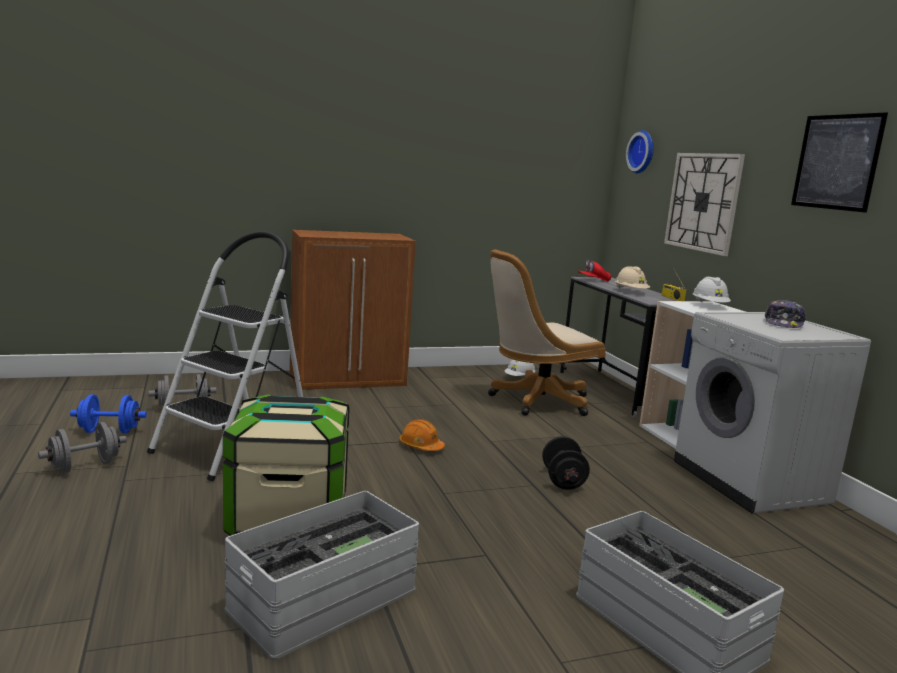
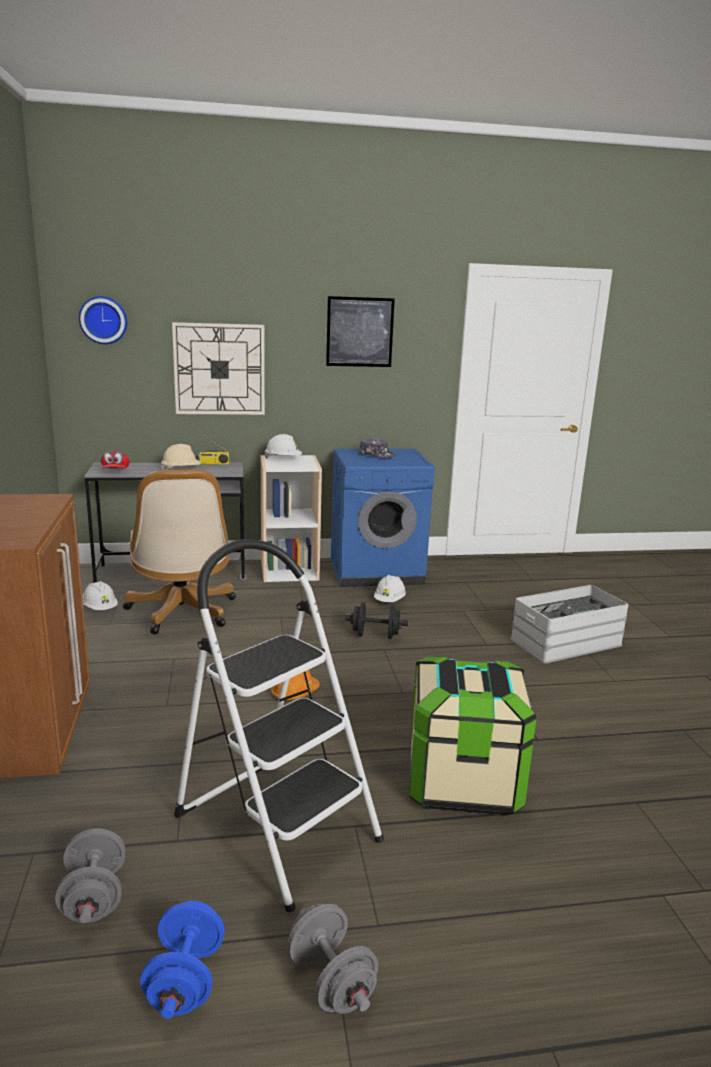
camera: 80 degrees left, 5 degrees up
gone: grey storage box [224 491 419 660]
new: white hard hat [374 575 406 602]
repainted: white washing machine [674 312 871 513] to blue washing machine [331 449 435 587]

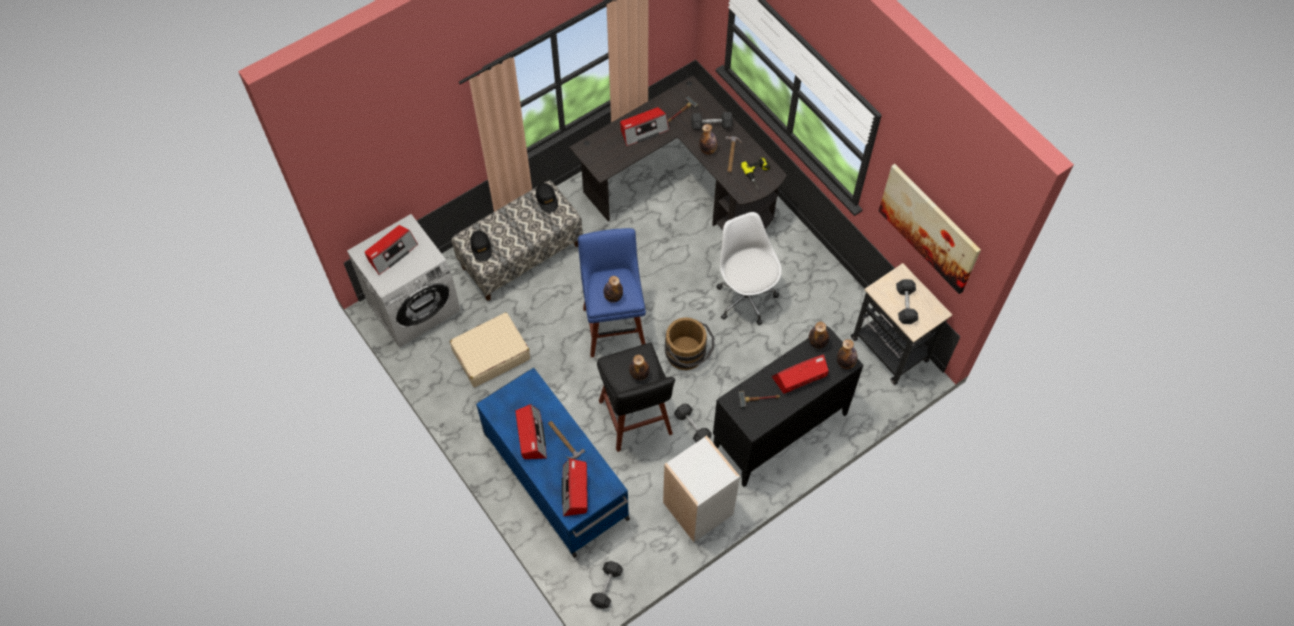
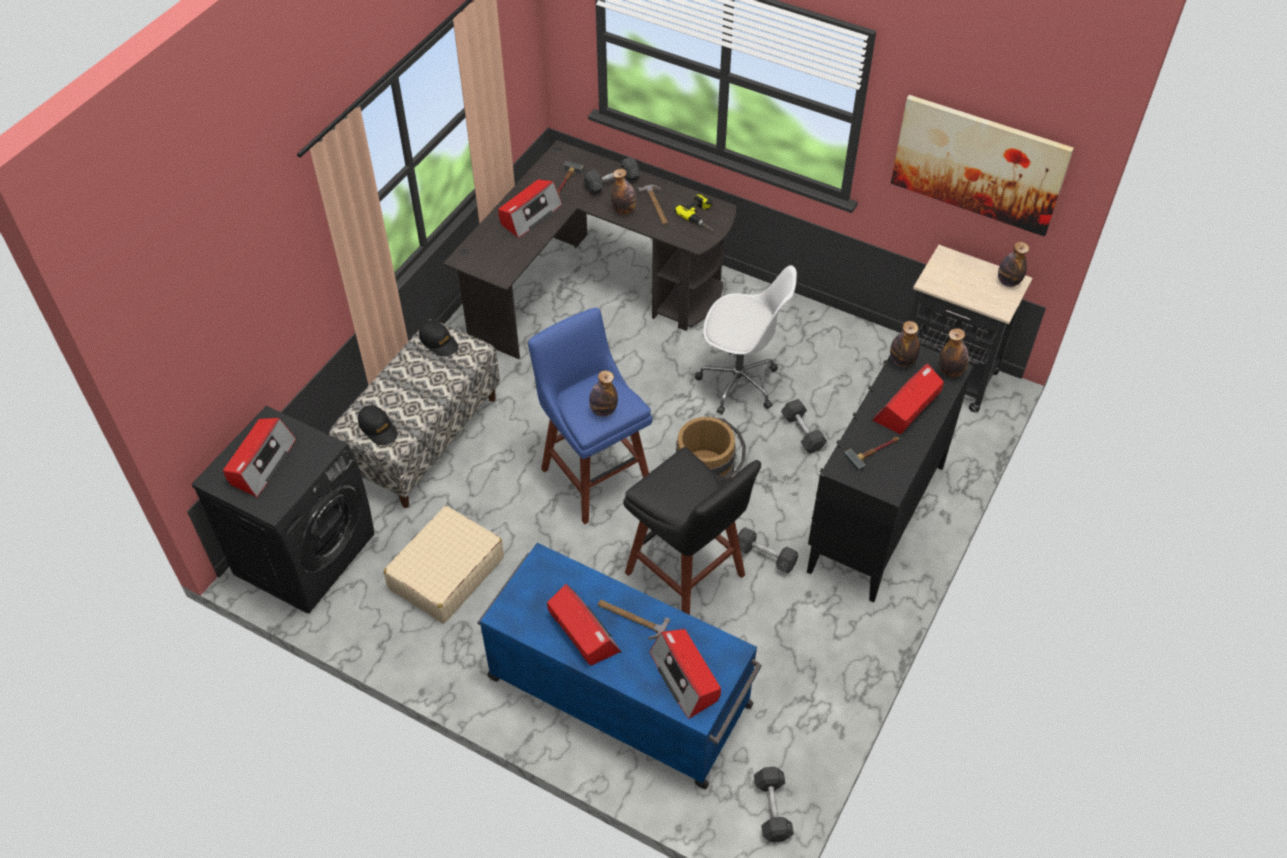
camera: 25 degrees left, 10 degrees down
gone: bookcase [663 435 740 542]
shifted: grey dumbbell [896 279 918 324] to [781 399 827 454]; bottle [629 355 650 380] to [998 242 1029 287]
repainted: white washing machine [347 214 460 348] to black washing machine [192 406 374 613]
rotated: white office chair [716 212 782 325] = [694 265 797 414] 150 degrees clockwise

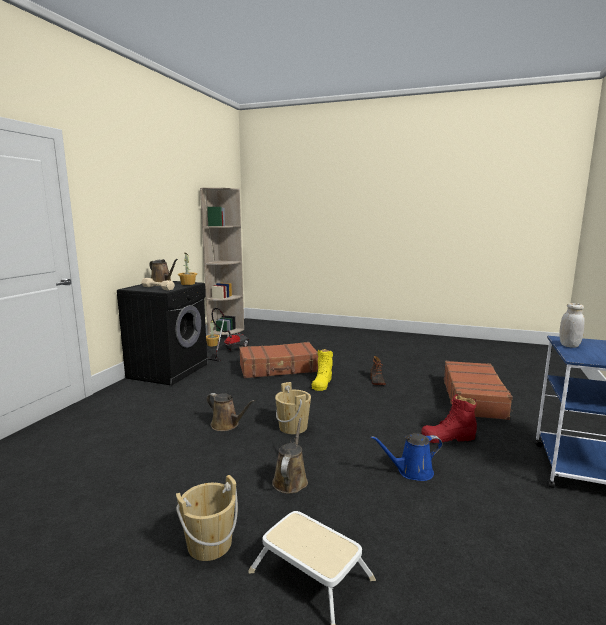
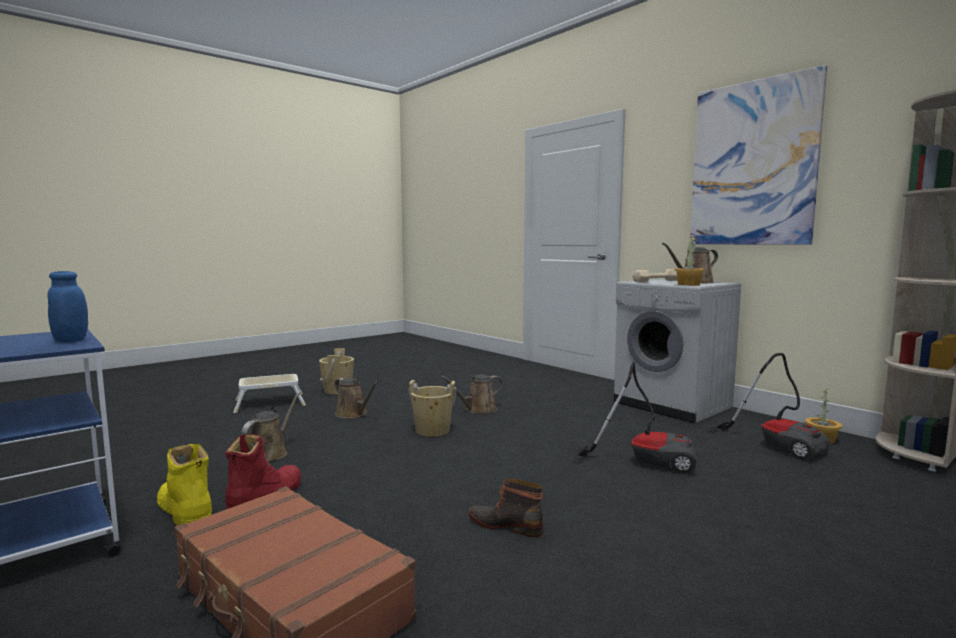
camera: 120 degrees right, 5 degrees down
new: picture [690 65 827 245]
shifted: yellow boot [312 349 333 391] to [157 444 212 525]
swapped: brown suitcase [239 342 318 378] to vacuum cleaner [573 361 696 474]
repainted: white jar [559 303 585 348] to blue jar [47 271 88 342]; blue watering can [371 433 442 481] to brown watering can [242 392 301 462]; black washing machine [117 281 207 386] to white washing machine [614 279 741 424]

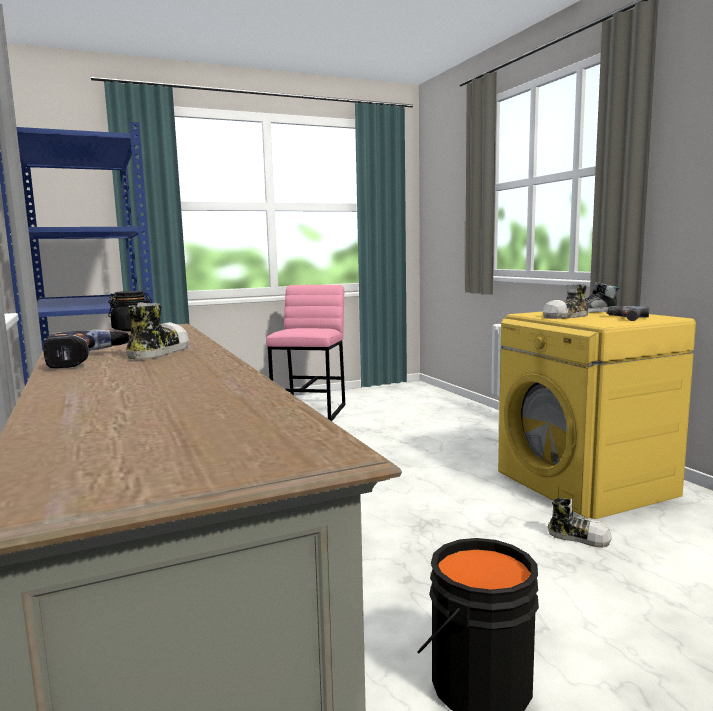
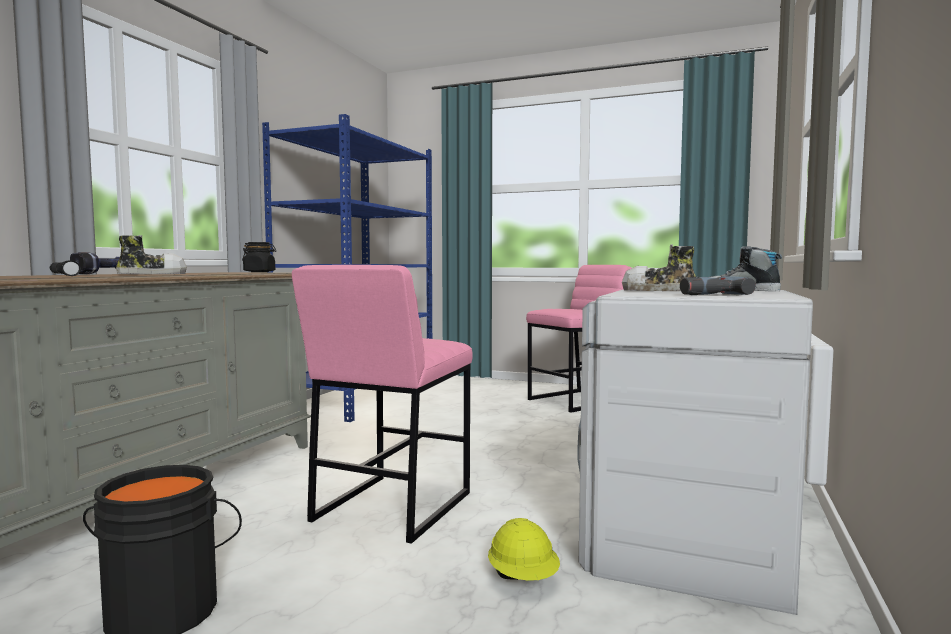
camera: 45 degrees right, 5 degrees down
new: black flashlight [50 260 81 276]; pink stool [292 265 473 544]
swapped: shoe [548 498 612 548] to yellow hard hat [488 518 560 581]
repainted: yellow washing machine [498 312 696 519] to white washing machine [577 289 813 615]

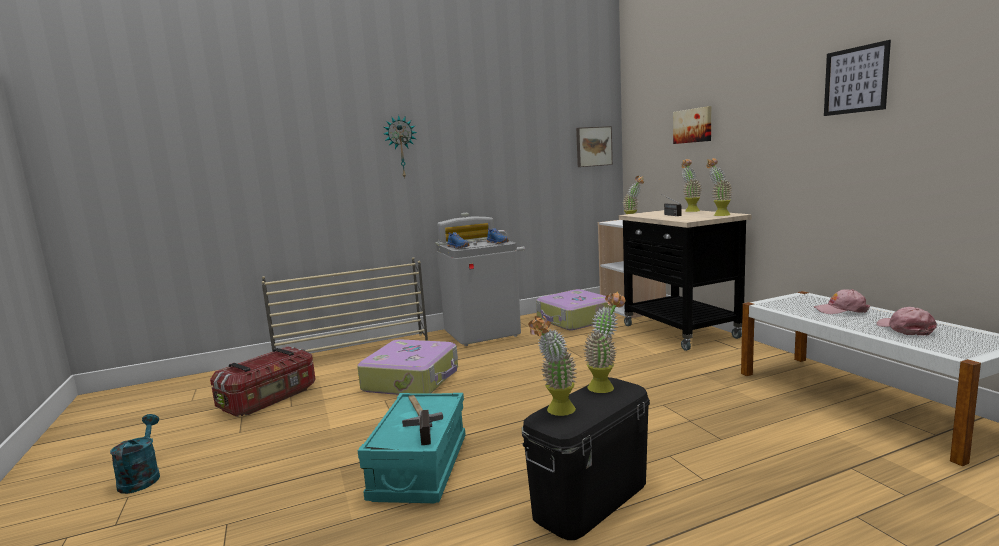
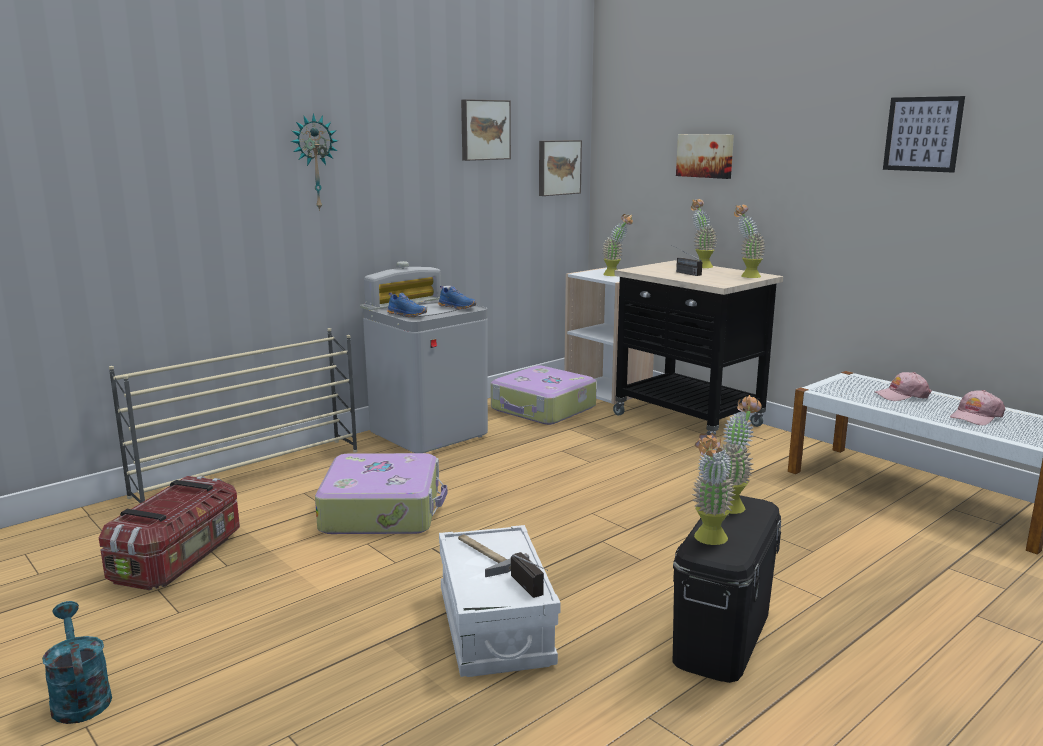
camera: 20 degrees left, 5 degrees up
new: picture [461 99 511 161]
repainted: turquoise storage box [358 393 466 503] to white storage box [439 525 561 677]
rotated: pink cap [876 307 937 336] = [950 390 1005 426] 105 degrees counterclockwise

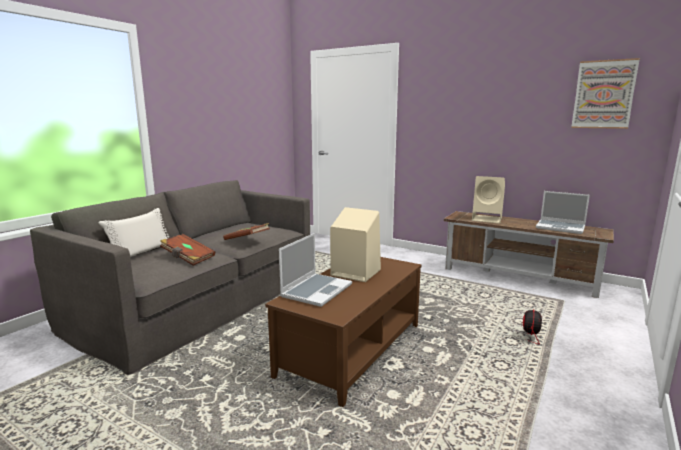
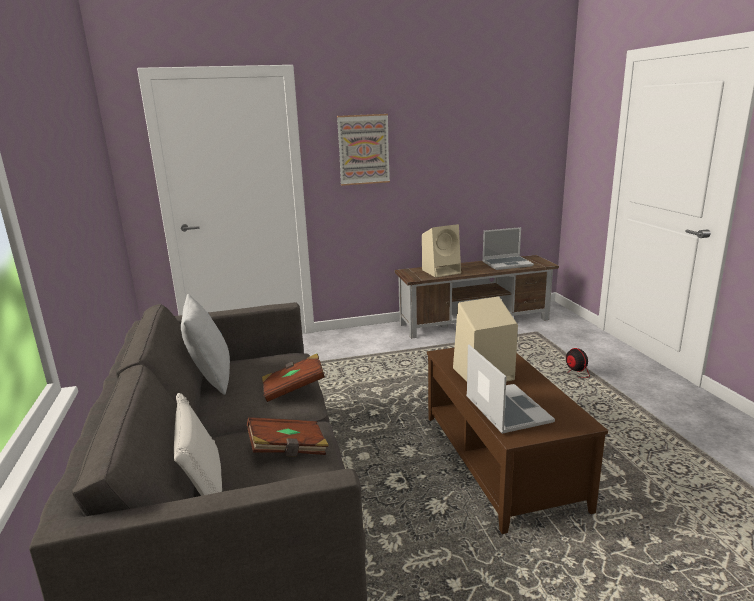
camera: 45 degrees left, 5 degrees up
new: grey pillow [181 294 230 395]
shifted: picture [571 58 640 129] to [337 114 390 186]

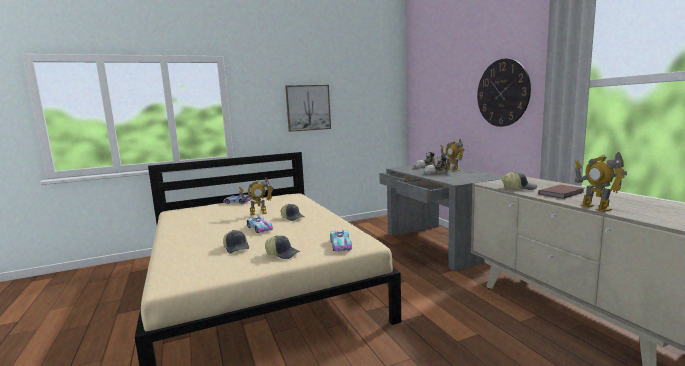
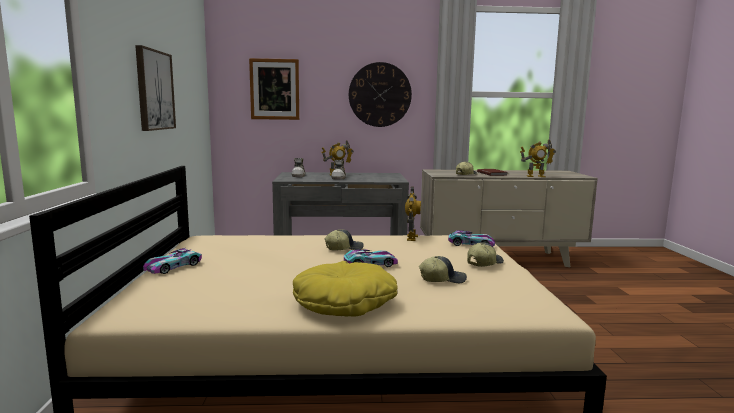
camera: 70 degrees left, 0 degrees up
new: picture [249 58 299 120]; yellow pillow [293 261 398 317]
shifted: toy robot [239 178 274 215] to [405 187 421 241]

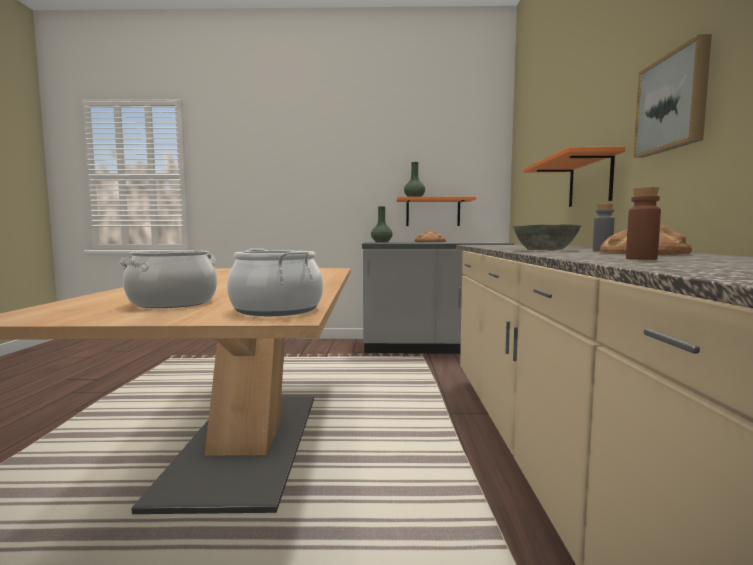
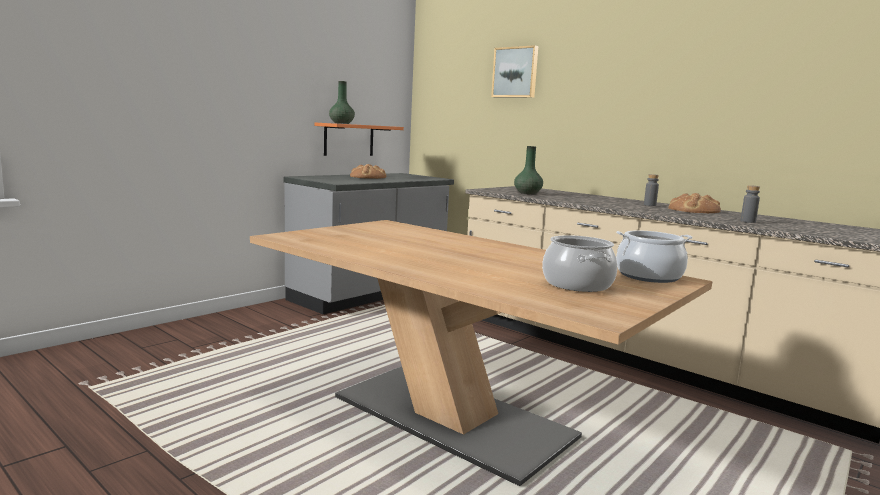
camera: 50 degrees left, 5 degrees up
gone: grey bowl [512 224 581 251]; orange shelf [523 147 625 207]
shifted: picture [633 34 712 158] to [491 45 538 98]; green vase [371 206 393 242] to [514 146 543 194]
repainted: brown bottle [626 187 661 260] to grey bottle [741 185 760 223]

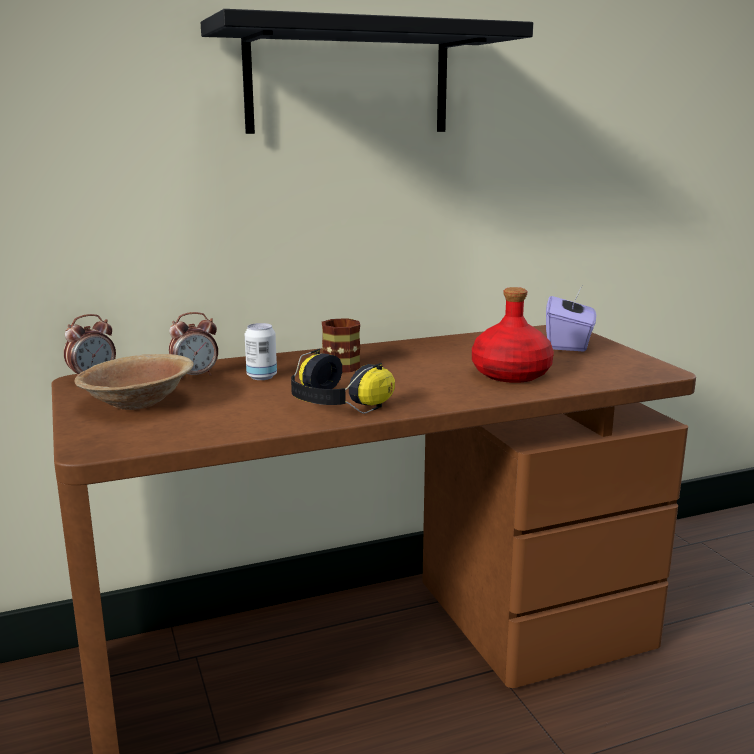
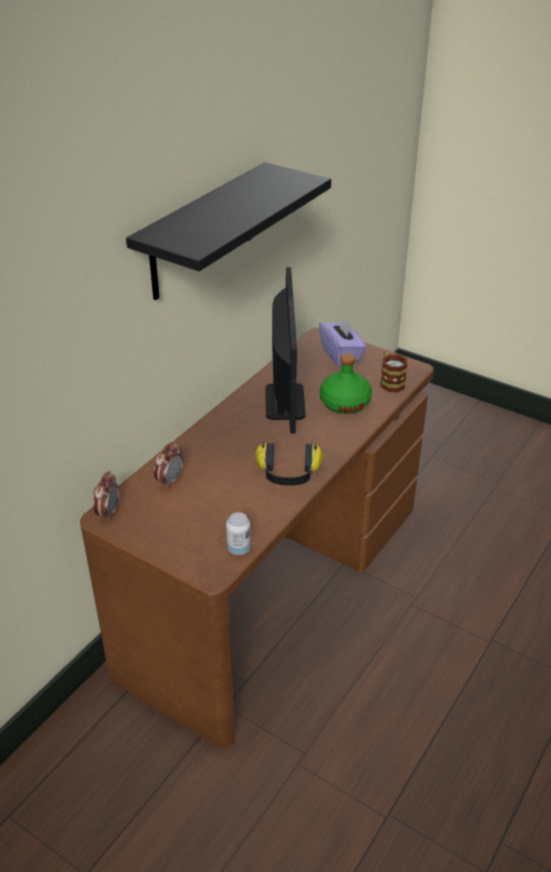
camera: 35 degrees left, 20 degrees up
gone: brown bowl [74 354 194 410]
new: monitor [265 267 306 434]
shifted: can [245 323 277 380] to [226 512 251 555]; mug [322 318 360 373] to [381 351 408 392]
repainted: red bottle [472 287 554 383] to green bottle [320 353 372 414]

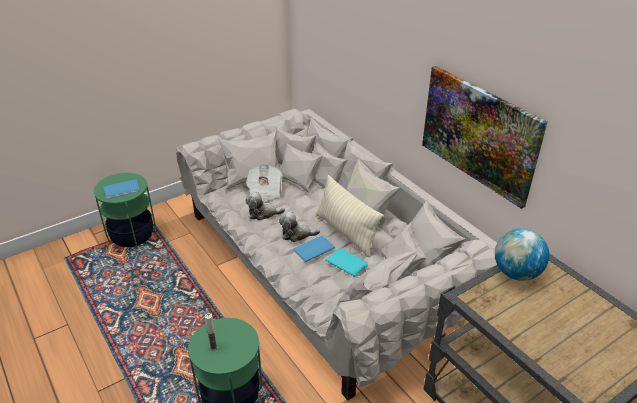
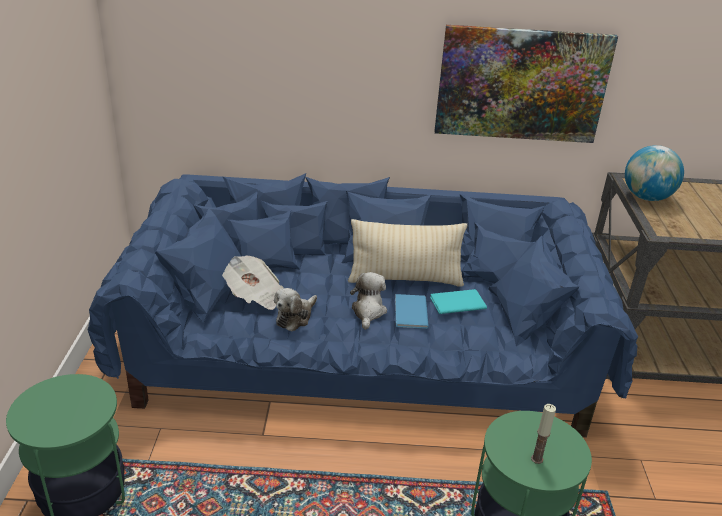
camera: 55 degrees left, 5 degrees down
gone: blue book [103 179 140 199]
repainted: white sofa [176 109 497 401] to blue sofa [88 173 638 438]
rotated: plush toy [279 211 320 242] = [350 272 387 330] 150 degrees clockwise

